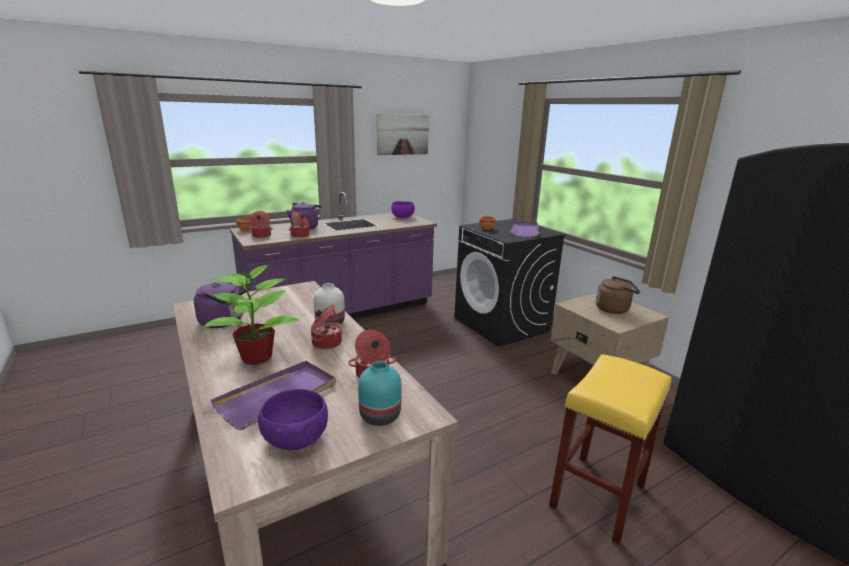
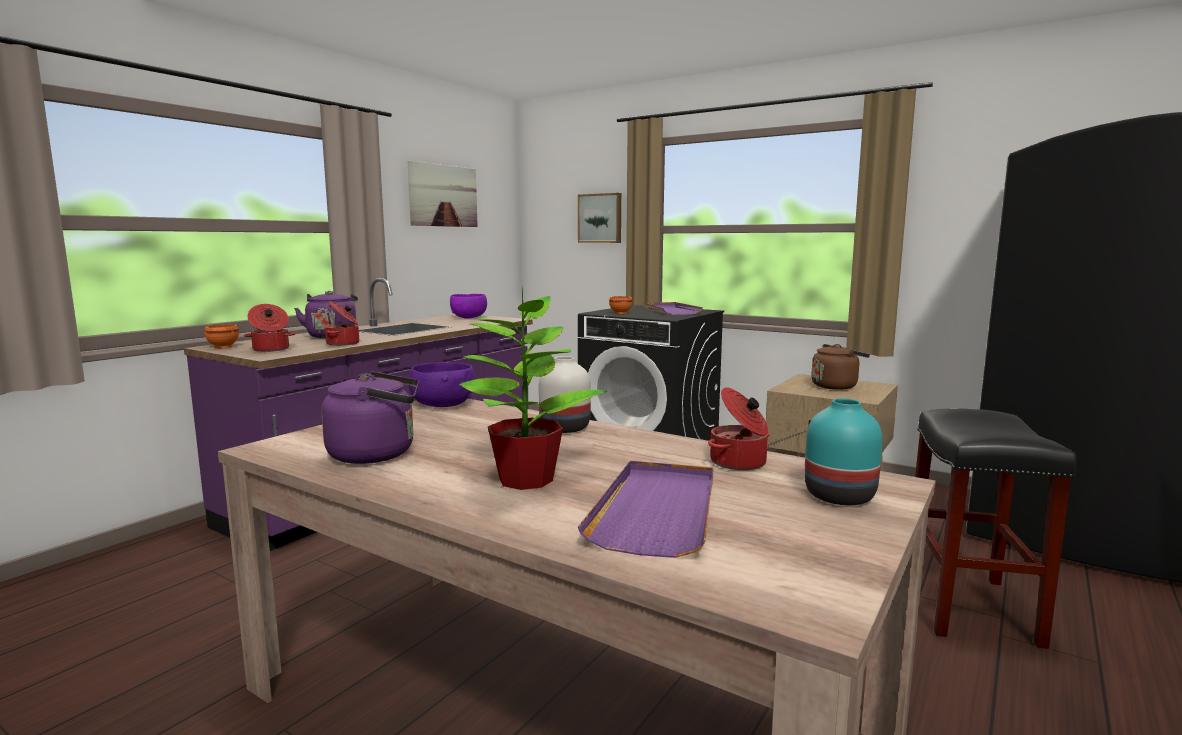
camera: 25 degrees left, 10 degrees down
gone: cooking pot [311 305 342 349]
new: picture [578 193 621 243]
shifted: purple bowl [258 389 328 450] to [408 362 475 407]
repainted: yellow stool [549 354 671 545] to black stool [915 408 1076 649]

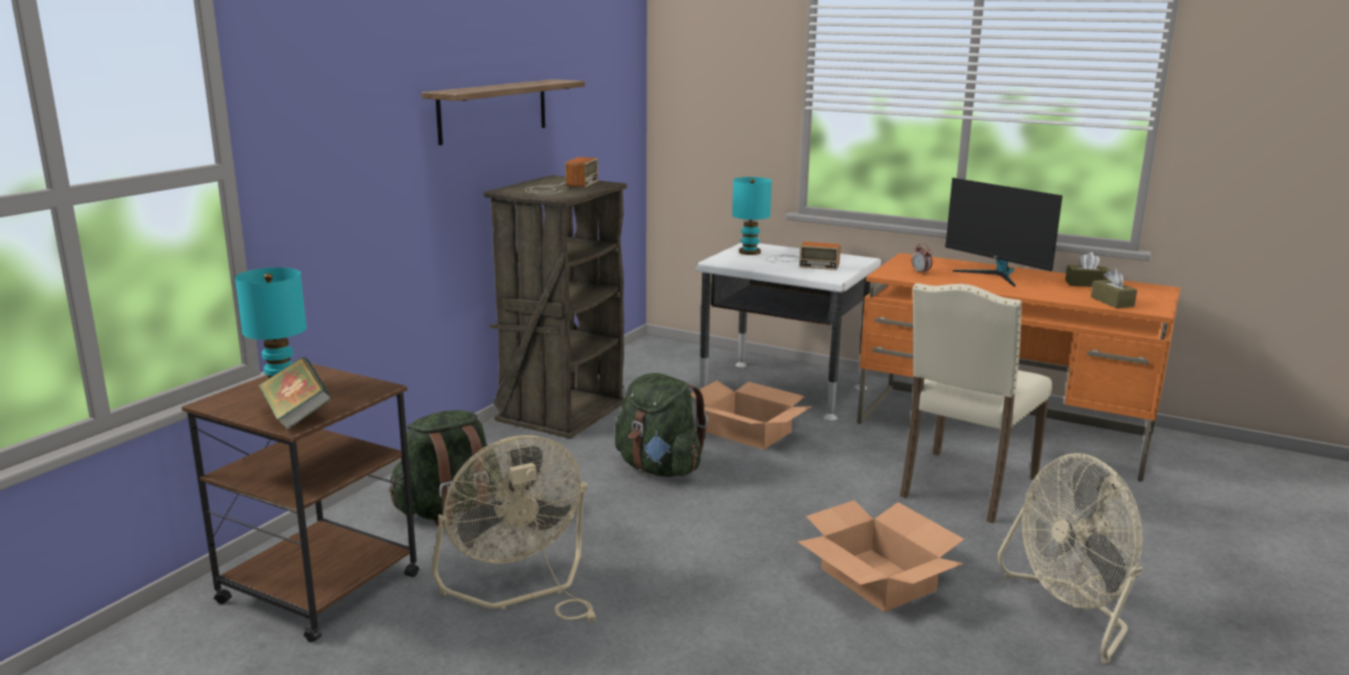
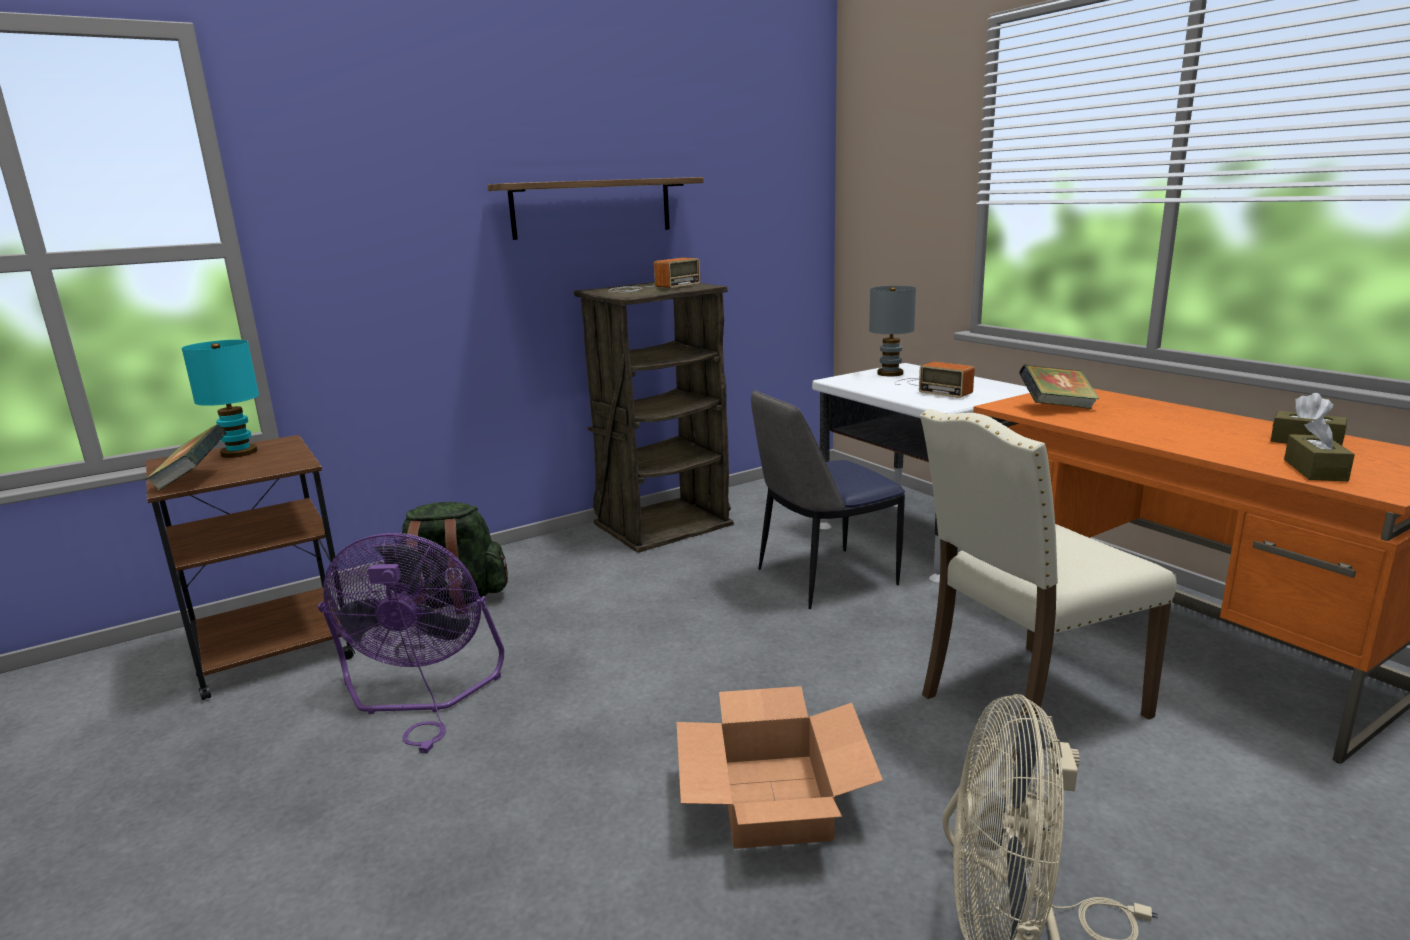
camera: 30 degrees right, 0 degrees up
gone: green backpack [615 373 708 477]; monitor [945 178 1062 287]
swapped: cardboard box [691 381 812 450] to chair [751 390 905 609]; alarm clock [912 243 933 275] to book [1019 364 1099 409]
repainted: beige fan [432 435 596 622] to purple fan [318 533 504 754]; turquoise table lamp [732 177 772 255] to grey table lamp [869 286 916 376]

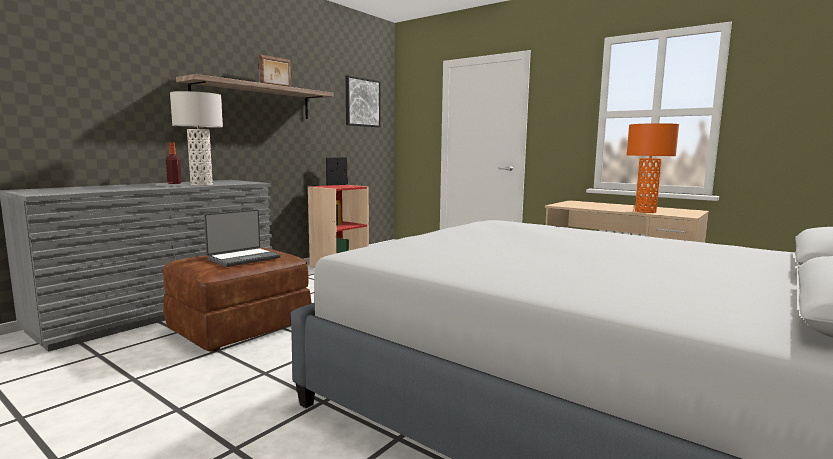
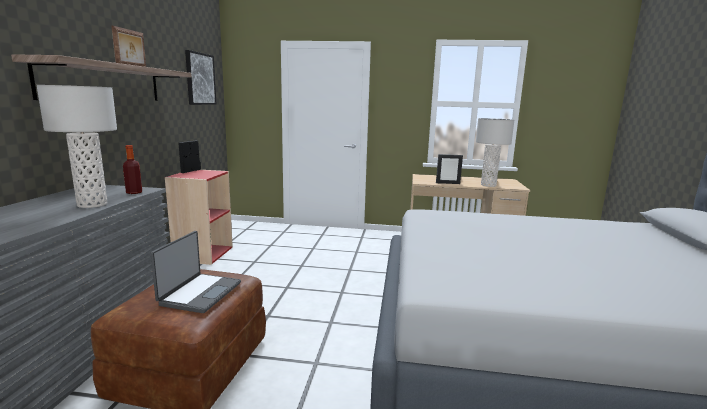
camera: 30 degrees left, 5 degrees up
new: picture frame [436 154 463 184]
shifted: bottle [166 143 182 184] to [123 145 142 194]
repainted: orange table lamp [627 123 679 213] to white table lamp [476 118 514 187]

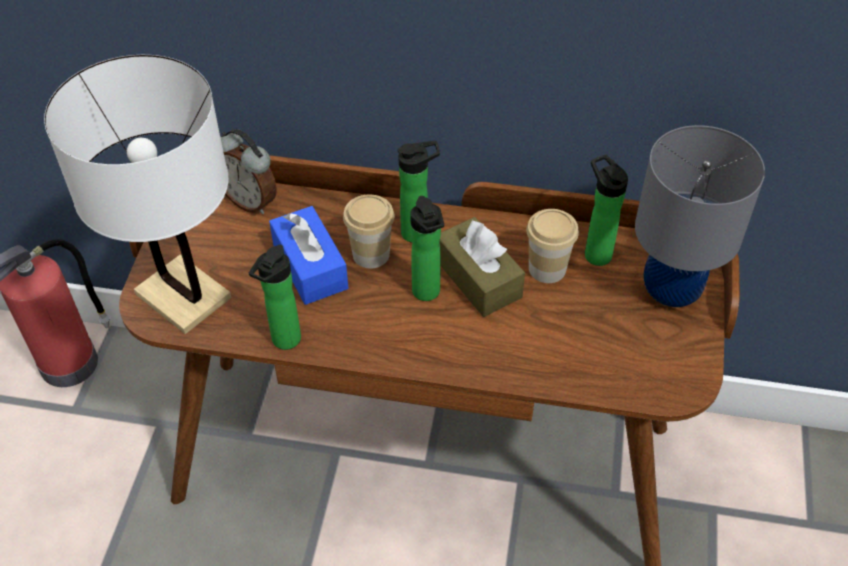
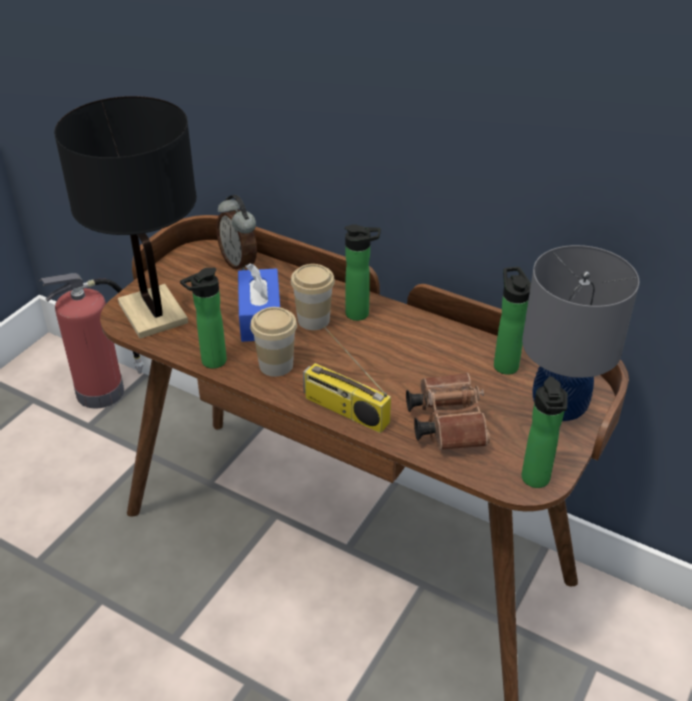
camera: 20 degrees right, 10 degrees down
gone: brown tissue box [439 217 525 317]
new: radio [303 326 391 433]; brown binoculars [406 373 490 450]
shifted: cup [526 209 579 283] to [250 307 297 377]; bottle [410 196 444 301] to [522 377 568 488]
repainted: white table lamp [44 55 232 334] to black table lamp [54 96 197 339]

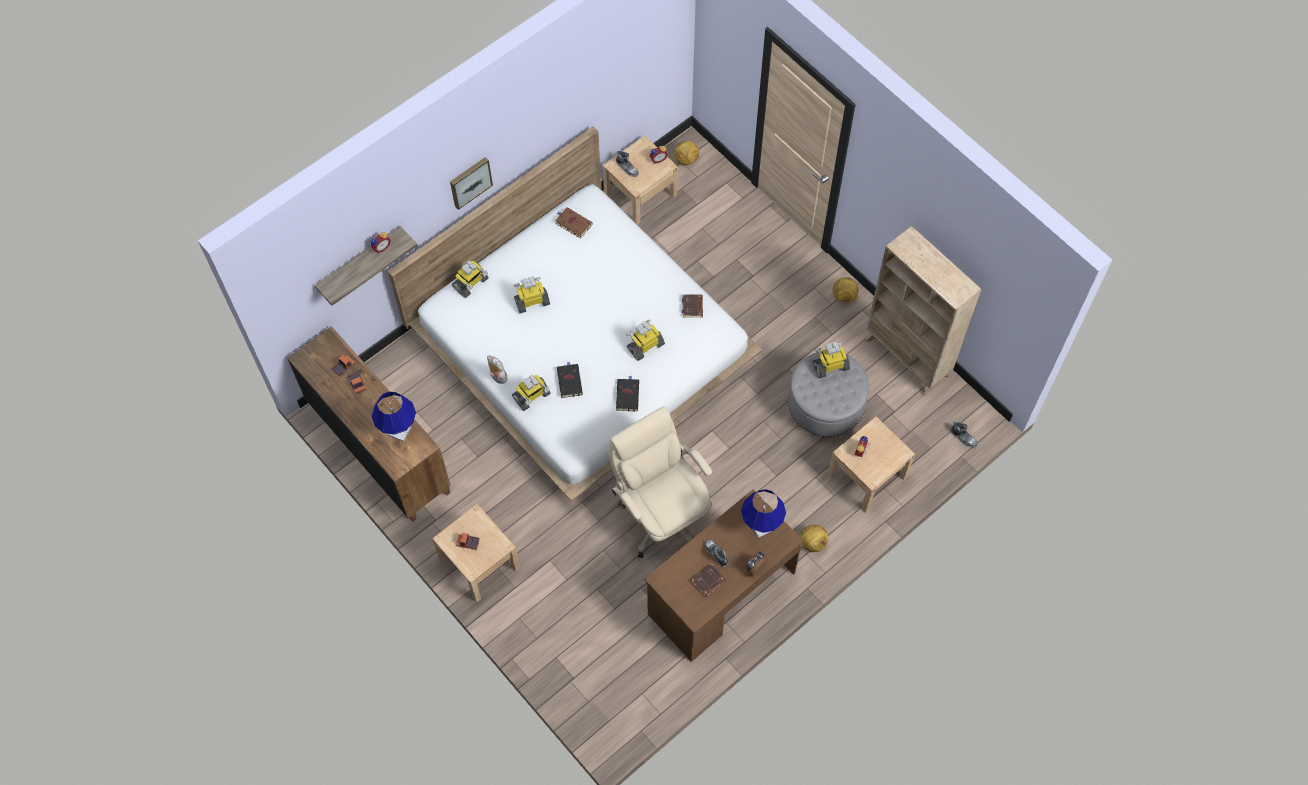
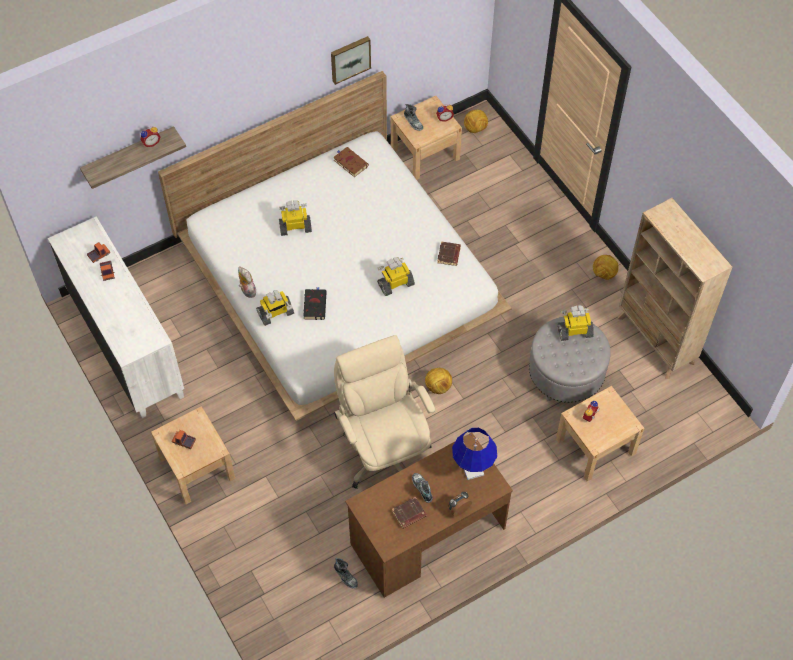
camera: 10 degrees right, 5 degrees down
gone: blue table lamp [372 391 416 442]; toy robot [452 260 488 298]; black book [616 376 639 412]
shifted: picture [450 157 493 210] to [331 36 371 85]; shoe [951 422 978 447] to [334 558 358 589]; football [800 525 829 552] to [425 368 452 394]
repainted: brown dresser [287 326 451 522] to white dresser [48 216 184 418]

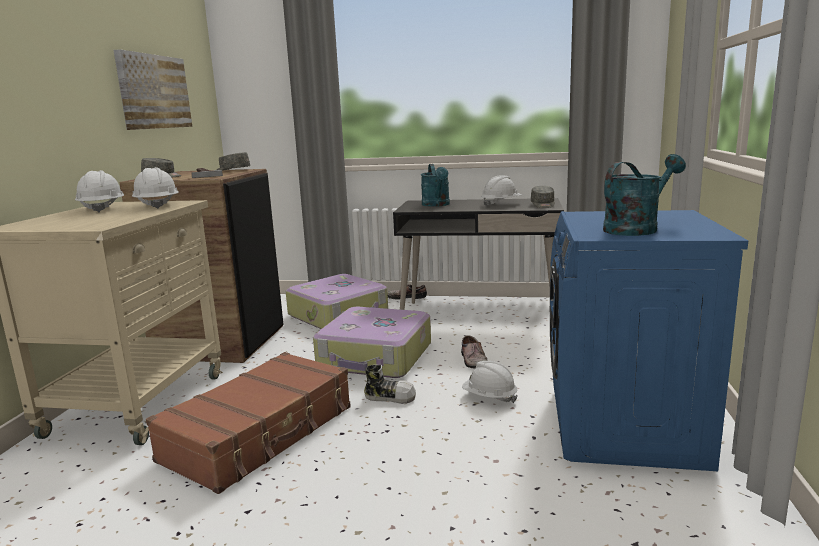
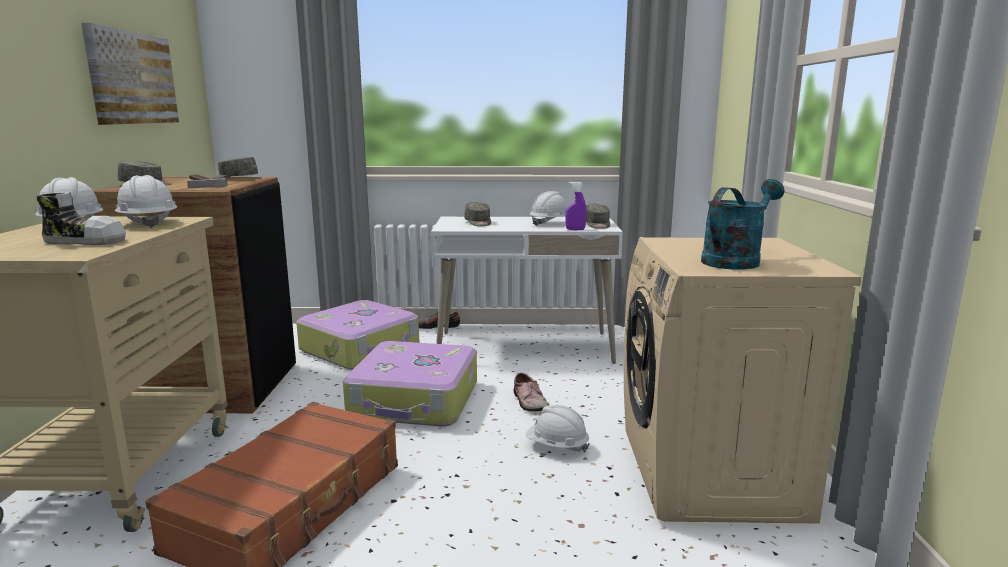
camera: 10 degrees left, 0 degrees up
new: purple spray bottle [565 182 587 230]
shifted: shoe [364 365 416 404] to [37 192 126 245]
swapped: turquoise watering can [421 164 450 207] to grey cap [464 202 491 226]
repainted: black desk [393 198 564 310] to white desk [431 217 623 364]; blue washing machine [550 210 748 471] to beige washing machine [624 237 861 524]

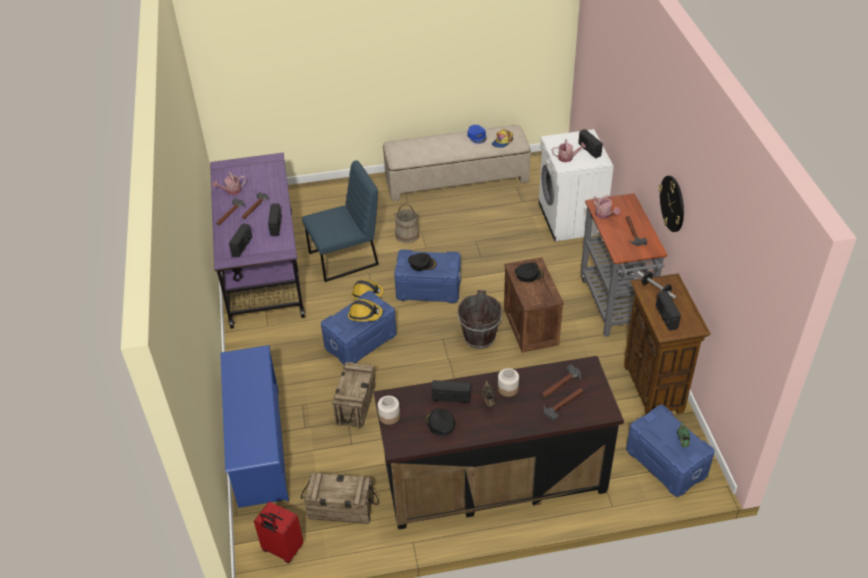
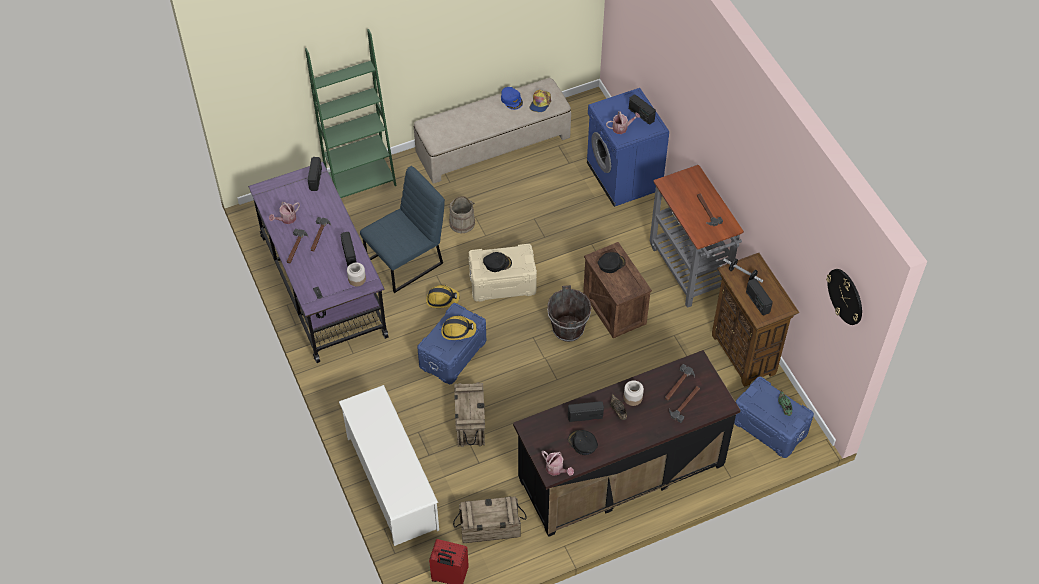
camera: 15 degrees left, 10 degrees up
new: green bookcase [305 29 396 198]
shifted: radio [229 223 252 257] to [308 157 322 191]; jar [378 396 400 425] to [347 263 366 286]; watering can [593 195 620 219] to [541 451 574 476]; wall clock [659 176 684 232] to [826 269 862 325]
repainted: blue shoe rack [220 345 289 508] to white shoe rack [339 385 439 546]; blue storage box [394 250 461 303] to beige storage box [469 244 537 302]; white washing machine [539 129 614 241] to blue washing machine [587 88 669 207]

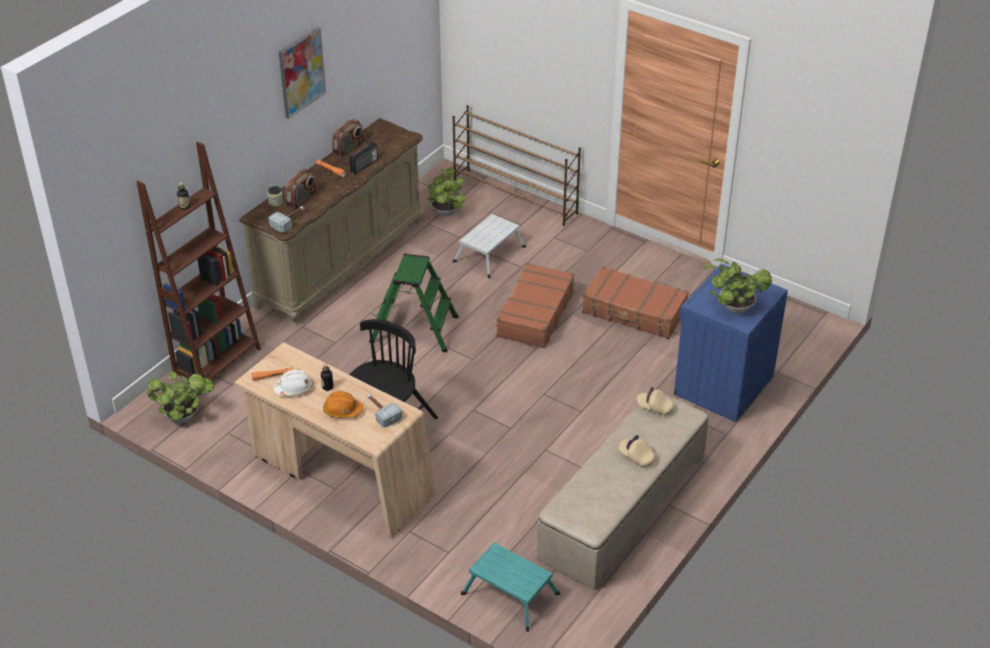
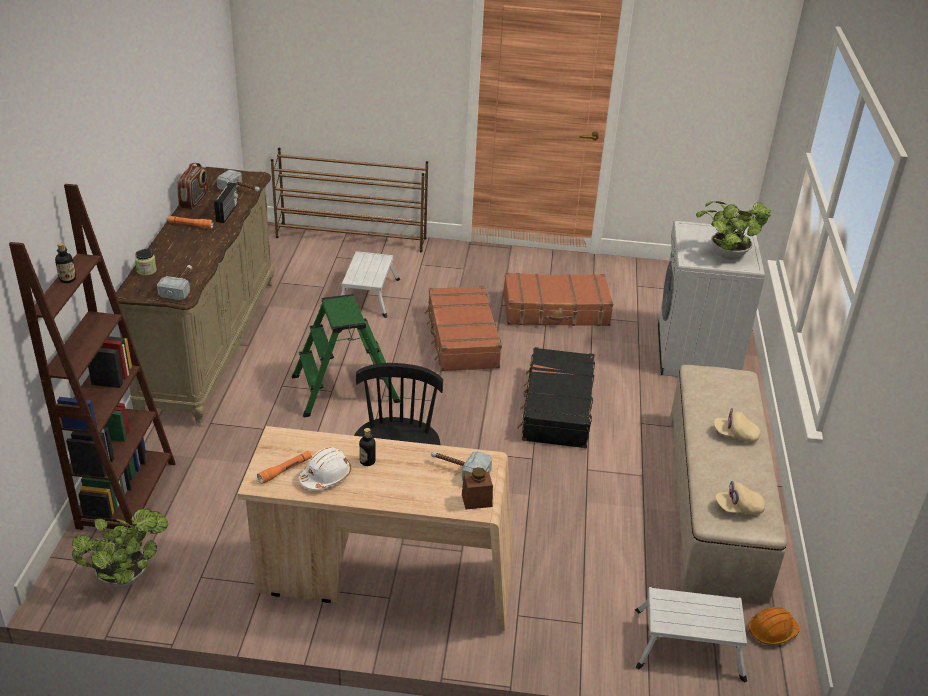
camera: 30 degrees left, 5 degrees down
gone: picture [279 27 326 119]; radio [285 169 316 209]; potted plant [427 168 466 216]
new: hammer [217 170 260 192]; brown jar [462 467 493 509]; black suitcase [518 347 595 448]
shifted: beige cap [637 386 674 416] to [716 481 765 515]; orange hard hat [323 391 363 418] to [748 607 800 645]
repainted: turquoise step ladder [461 542 560 632] to white step ladder [635 587 747 683]; blue washing machine [674 263 788 422] to white washing machine [658 221 765 377]

